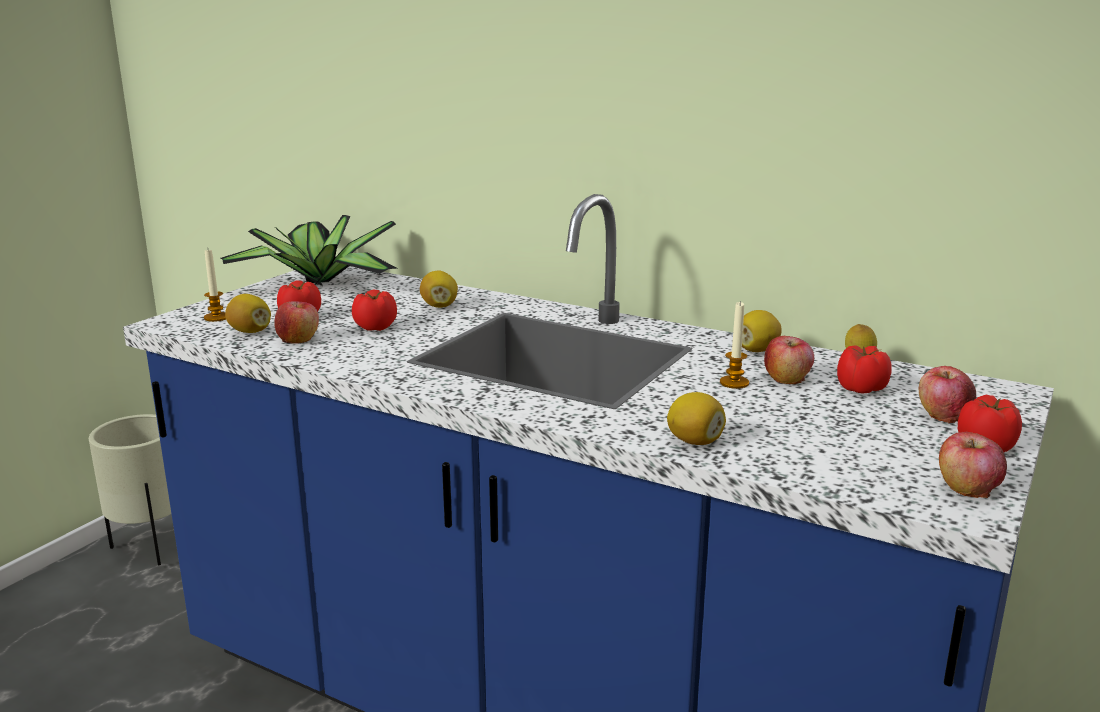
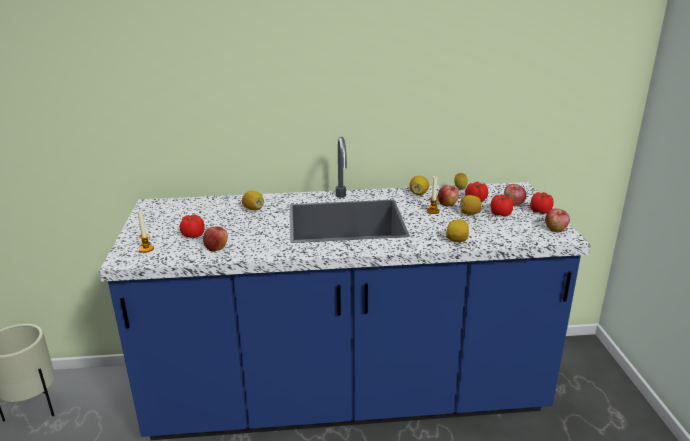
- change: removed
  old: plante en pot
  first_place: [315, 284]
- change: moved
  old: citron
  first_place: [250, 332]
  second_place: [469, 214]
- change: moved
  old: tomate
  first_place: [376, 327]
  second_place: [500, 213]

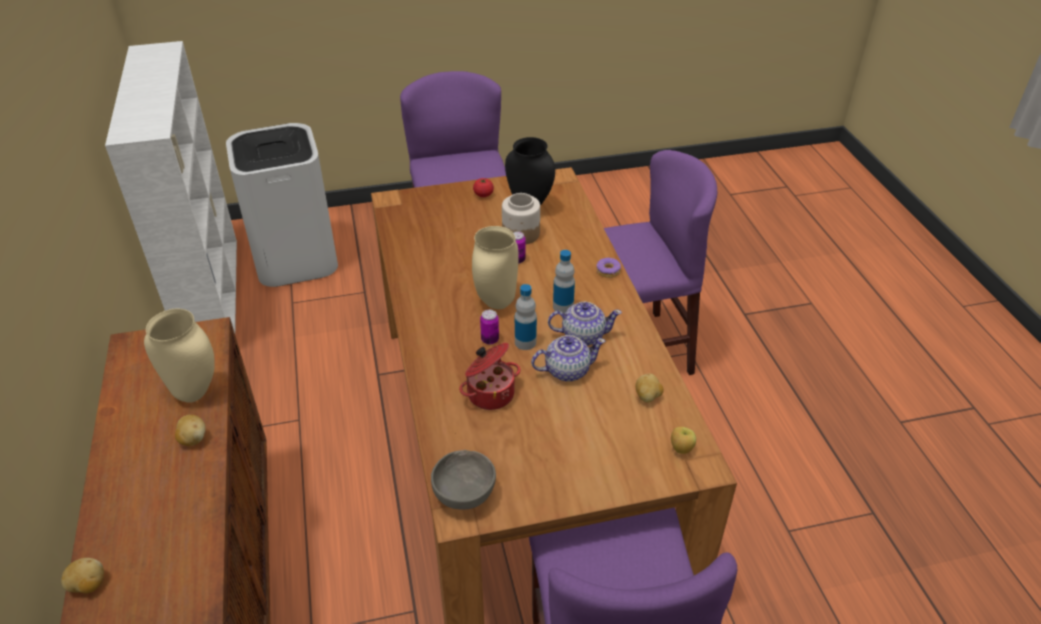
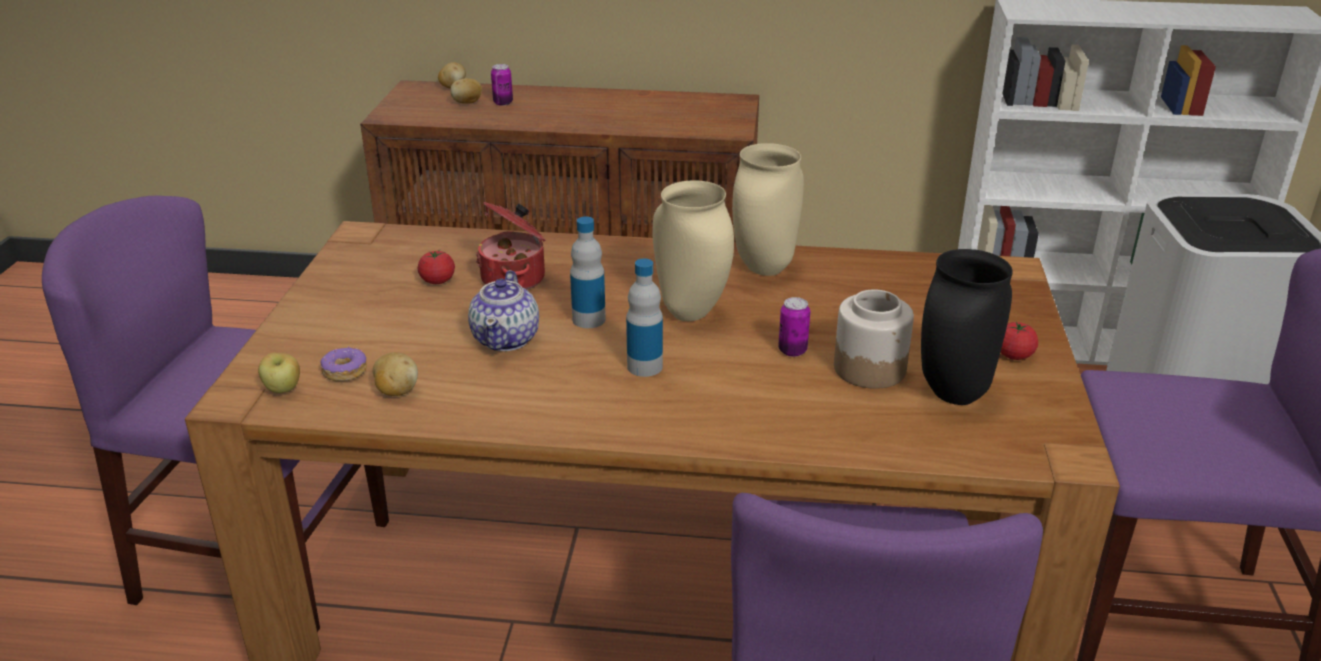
- change: removed
  old: bol (gris)
  first_place: [465, 495]
- change: removed
  old: théière
  first_place: [582, 336]
- change: added
  new: tomate
  second_place: [437, 280]
- change: moved
  old: vase (beige)
  first_place: [196, 392]
  second_place: [765, 269]
- change: moved
  old: pomme de terre
  first_place: [193, 439]
  second_place: [467, 103]
- change: moved
  old: boîte métallique
  first_place: [490, 340]
  second_place: [503, 103]
- change: moved
  old: beignet
  first_place: [608, 271]
  second_place: [344, 371]

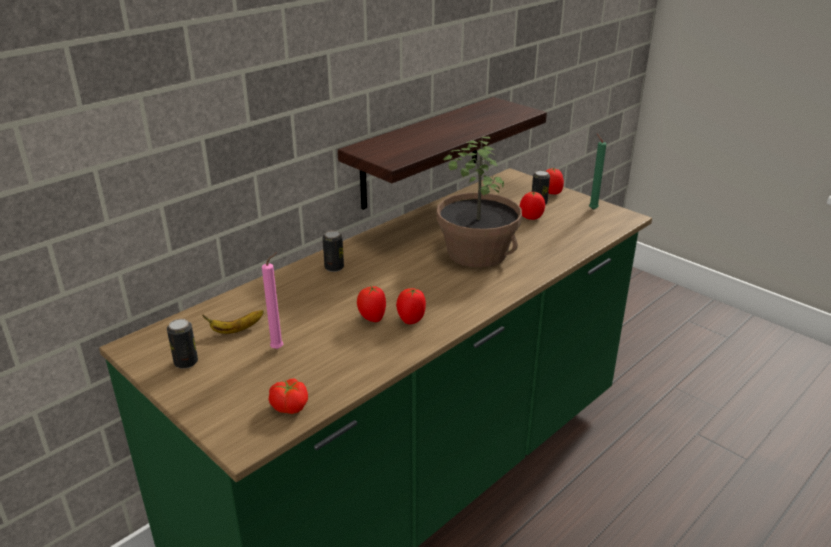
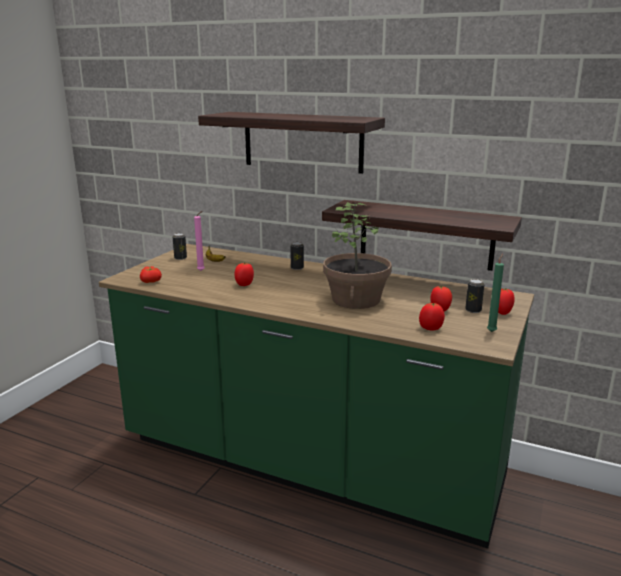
- change: added
  new: étagère
  second_place: [302, 142]
- change: moved
  old: tomate
  first_place: [411, 320]
  second_place: [431, 328]

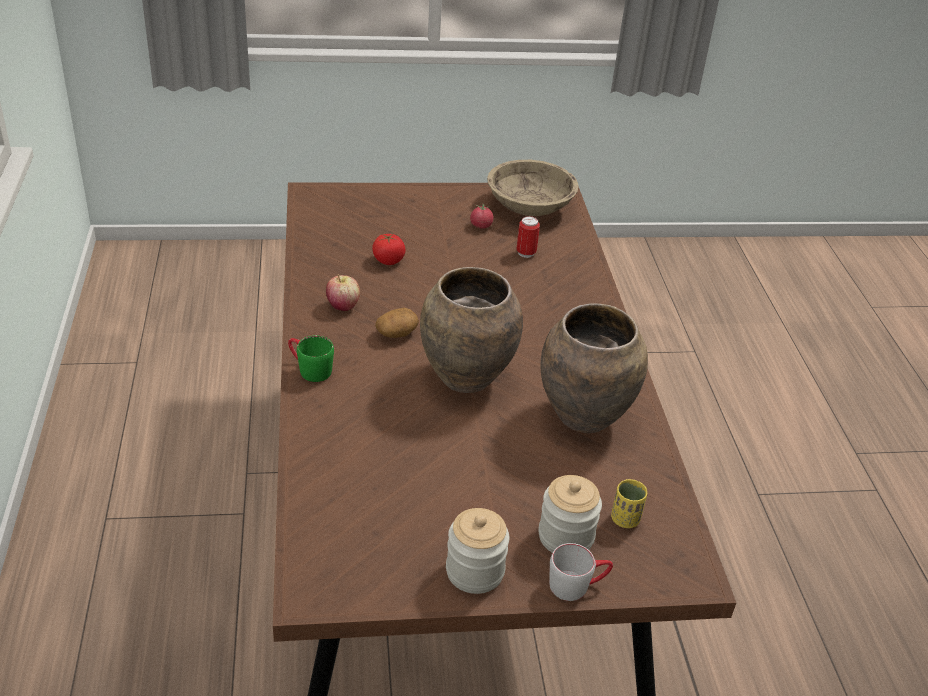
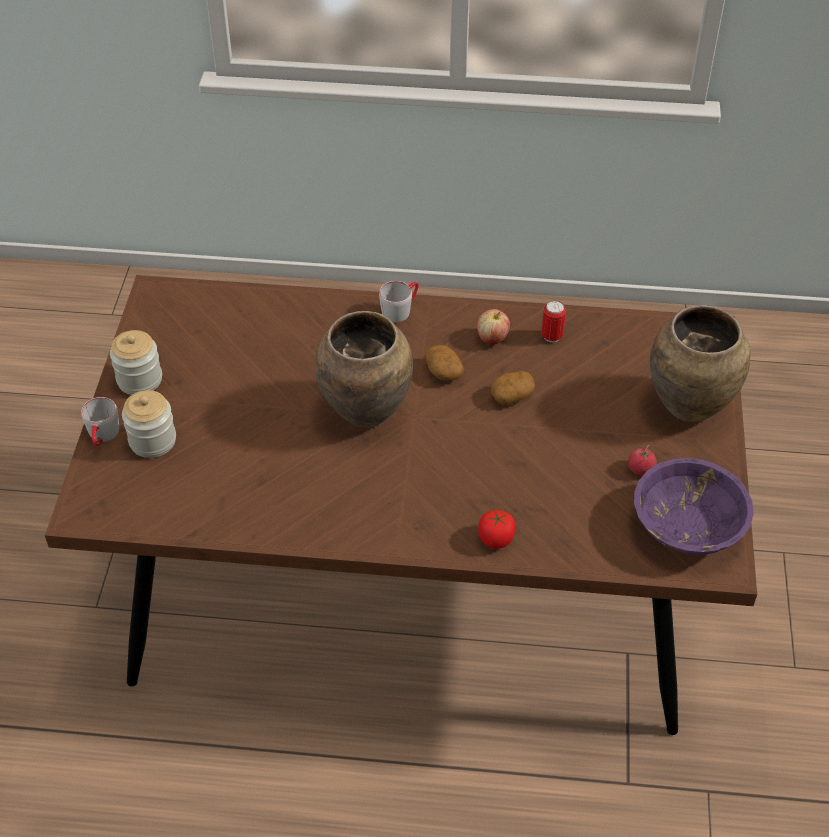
- change: removed
  old: tasse (jaune)
  first_place: [625, 519]
- change: added
  new: pomme de terre
  second_place: [512, 395]
- change: moved
  old: tomate
  first_place: [388, 260]
  second_place: [496, 538]
- change: moved
  old: boîte métallique
  first_place: [526, 253]
  second_place: [552, 336]
- change: moved
  old: vase (marron)
  first_place: [585, 417]
  second_place: [690, 406]
- change: recoloured
  old: mug (vert)
  new: mug (gris)
  first_place: [309, 369]
  second_place: [400, 309]
- change: recoloured
  old: bol (beige)
  new: bol (violet)
  first_place: [530, 207]
  second_place: [687, 526]

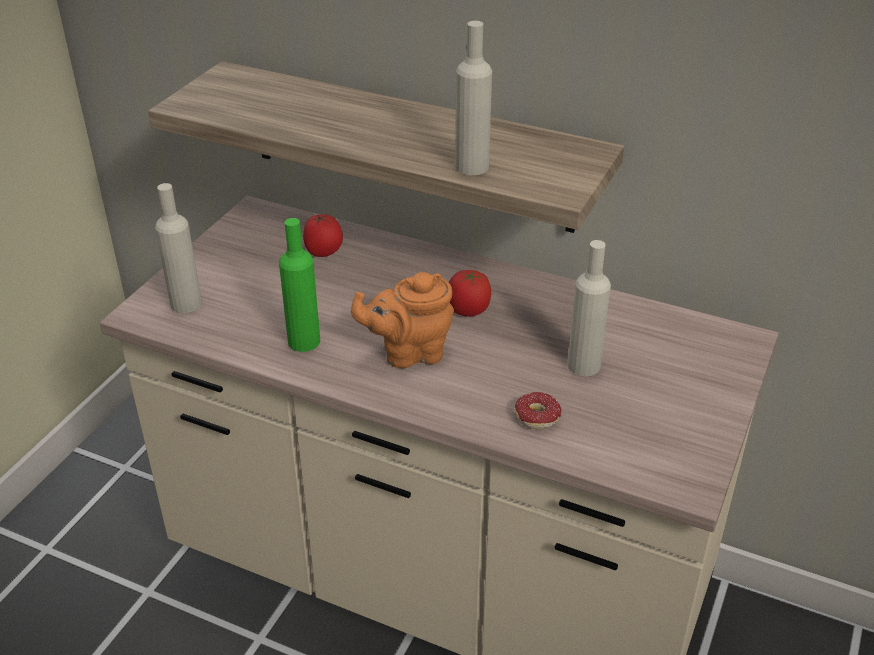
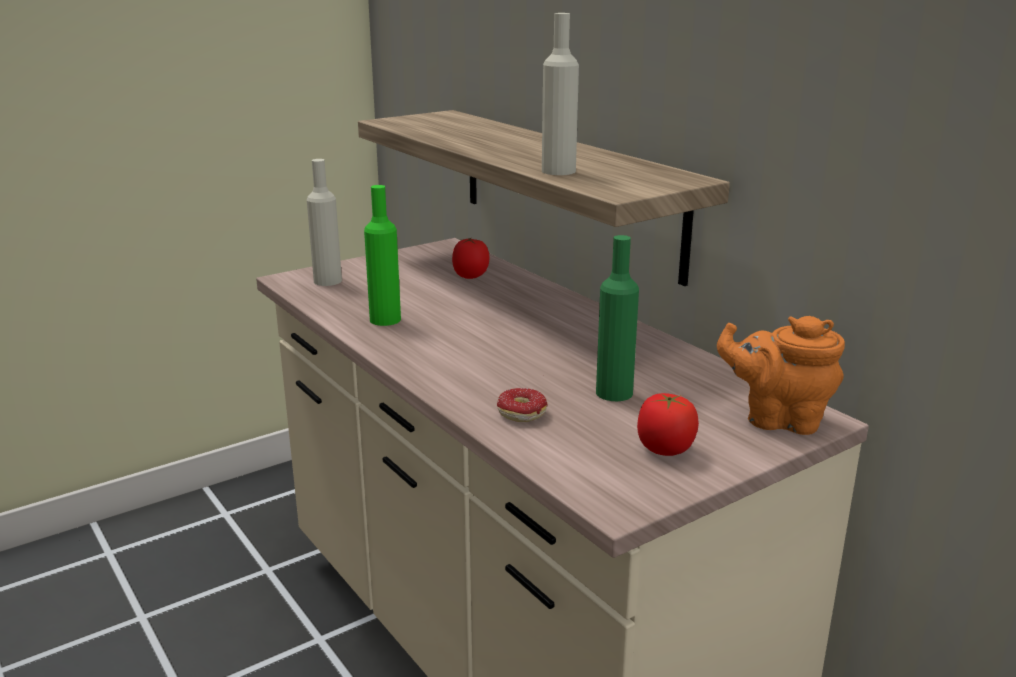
- change: moved
  old: théière (orange)
  first_place: [409, 353]
  second_place: [778, 419]
- change: moved
  old: tomate
  first_place: [468, 310]
  second_place: [665, 450]
- change: recoloured
  old: bouteille (beige)
  new: bouteille (vert)
  first_place: [584, 365]
  second_place: [614, 393]

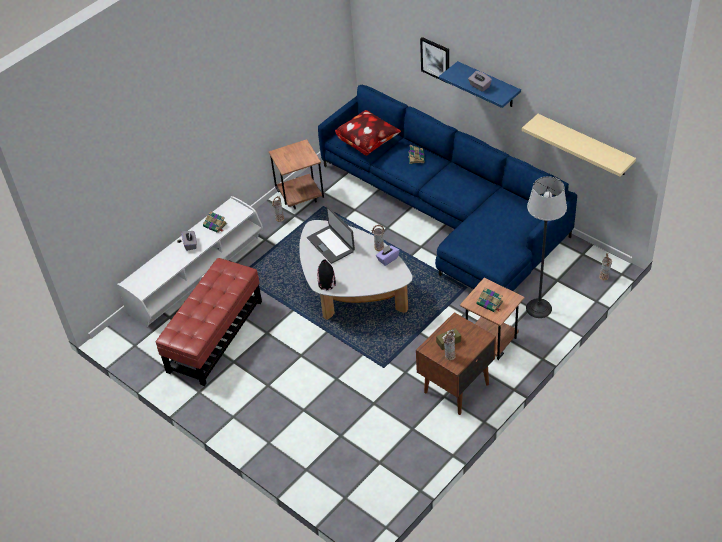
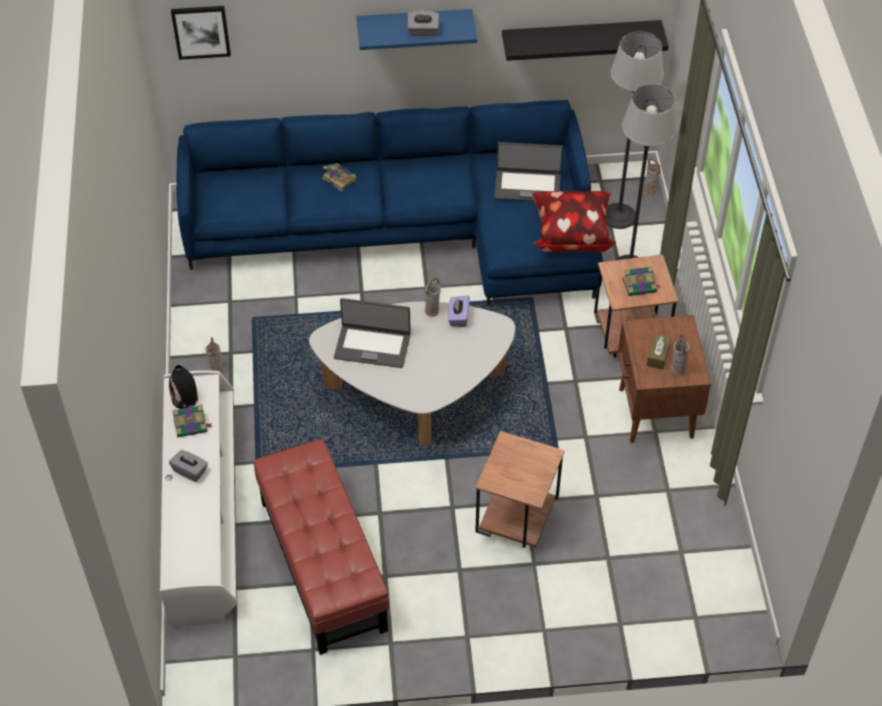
- change: added
  new: ordinateur portable
  second_place: [527, 186]
- change: added
  new: lampadaire
  second_place: [619, 216]
- change: moved
  old: table d'appoint (marron)
  first_place: [300, 198]
  second_place: [515, 522]
- change: moved
  old: vase (noir)
  first_place: [326, 284]
  second_place: [185, 399]
- change: moved
  old: coussin
  first_place: [368, 142]
  second_place: [570, 234]
- change: moved
  old: tableau
  first_place: [435, 59]
  second_place: [201, 31]
- change: recoloured
  old: étagère (beige)
  new: étagère (noir)
  first_place: [584, 145]
  second_place: [580, 39]

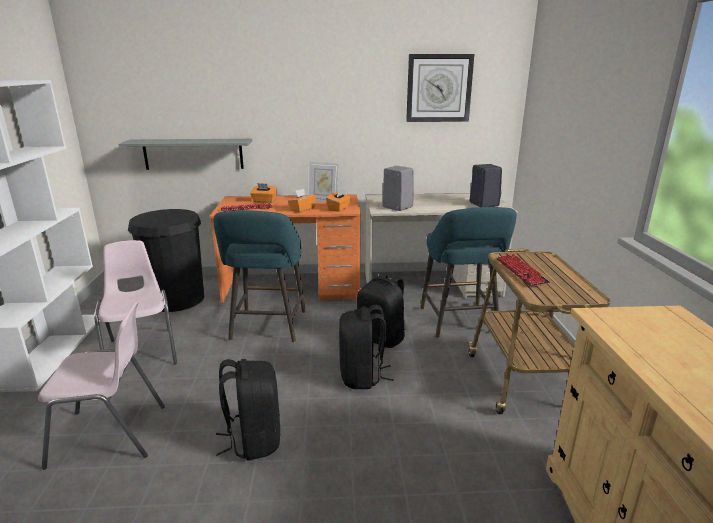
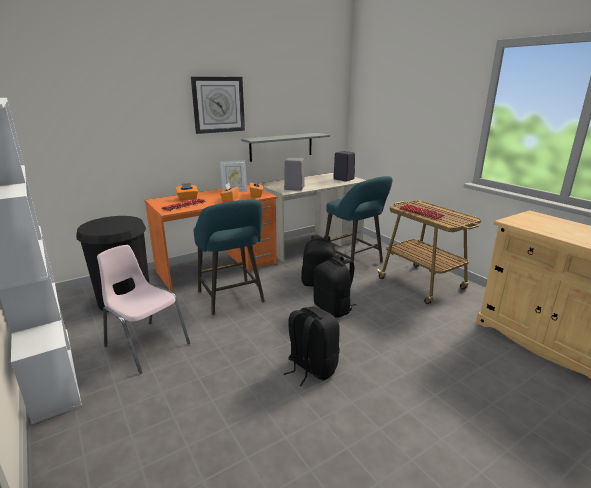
- change: removed
  old: chaise (rose)
  first_place: [110, 435]
- change: moved
  old: étagère (gris)
  first_place: [193, 154]
  second_place: [281, 146]
- change: moved
  old: horloge murale
  first_place: [439, 88]
  second_place: [218, 104]

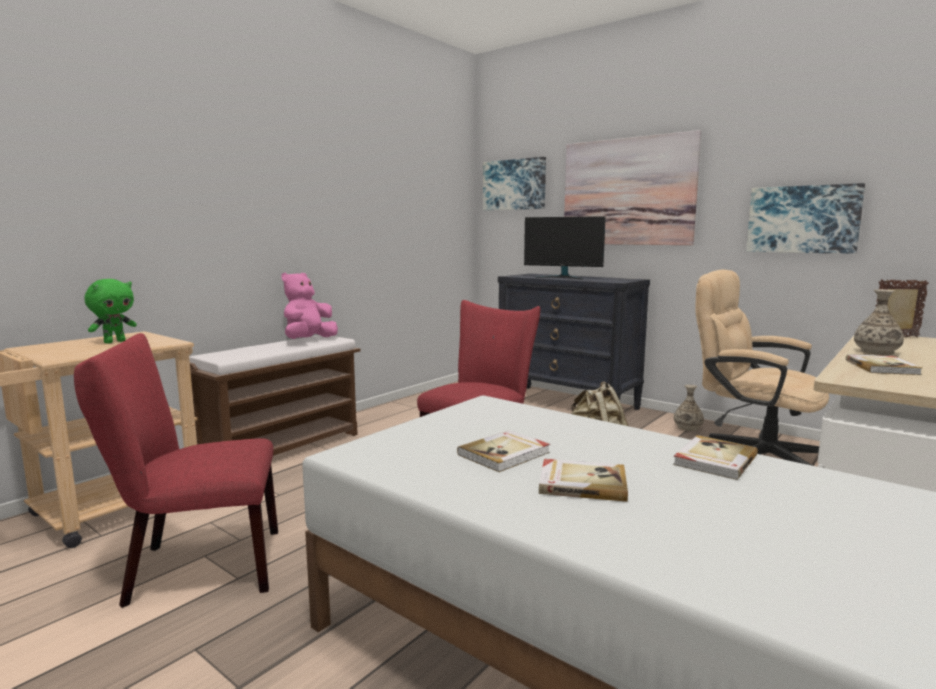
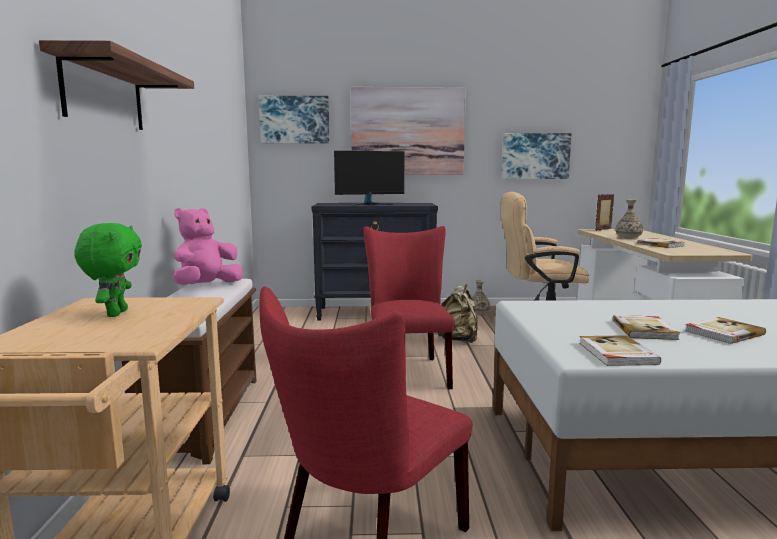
- change: added
  new: étagère
  second_place: [104, 94]
- change: moved
  old: livre
  first_place: [714, 460]
  second_place: [616, 353]
- change: turned
  old: peluche (rose)
  first_place: [308, 340]
  second_place: [207, 286]
  degrees: 45

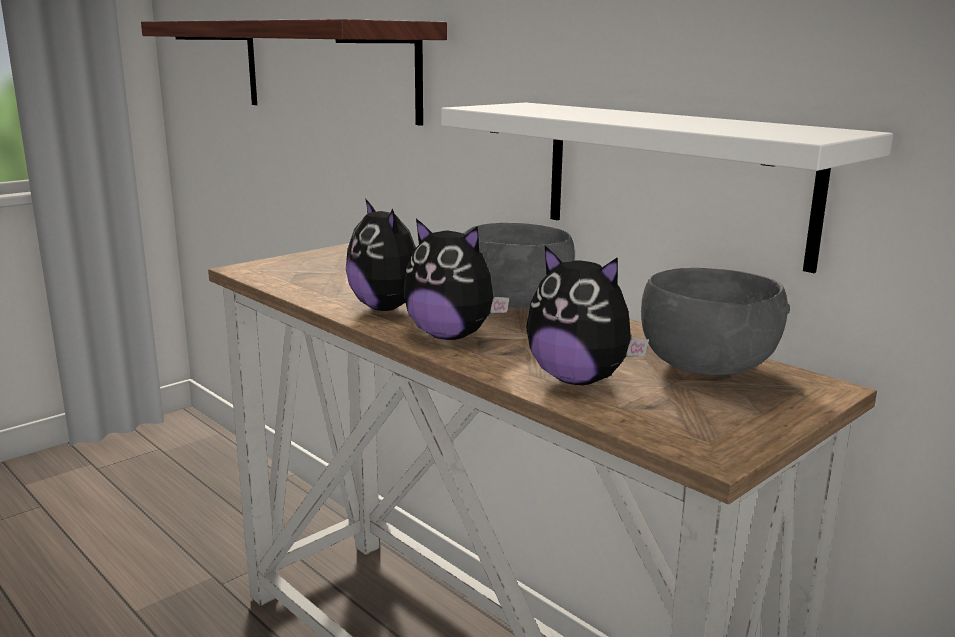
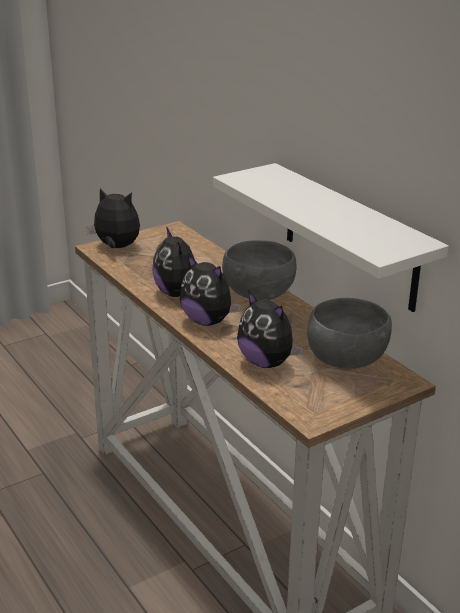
- change: removed
  old: étagère
  first_place: [326, 69]
- change: added
  new: peluche
  second_place: [116, 247]

